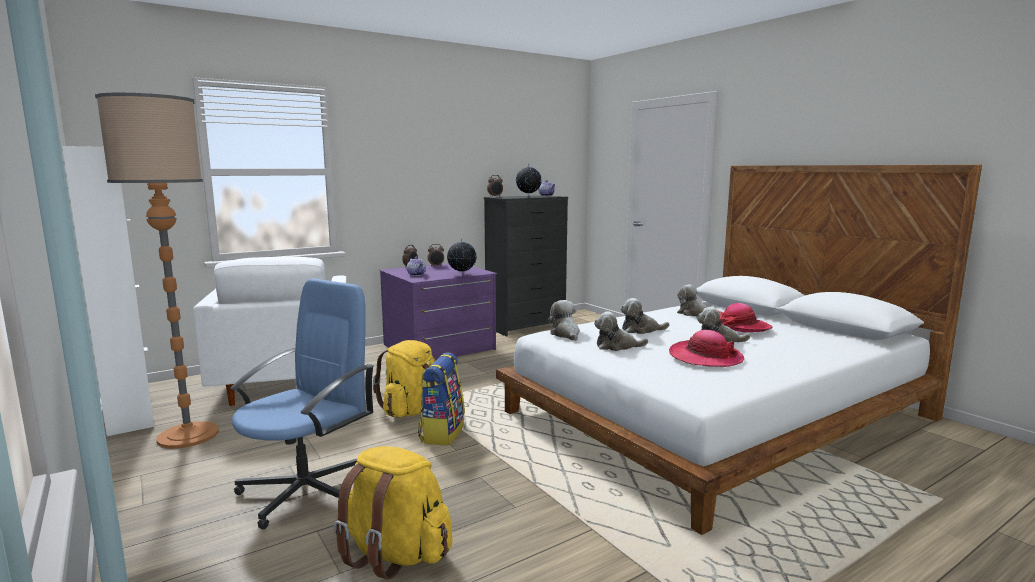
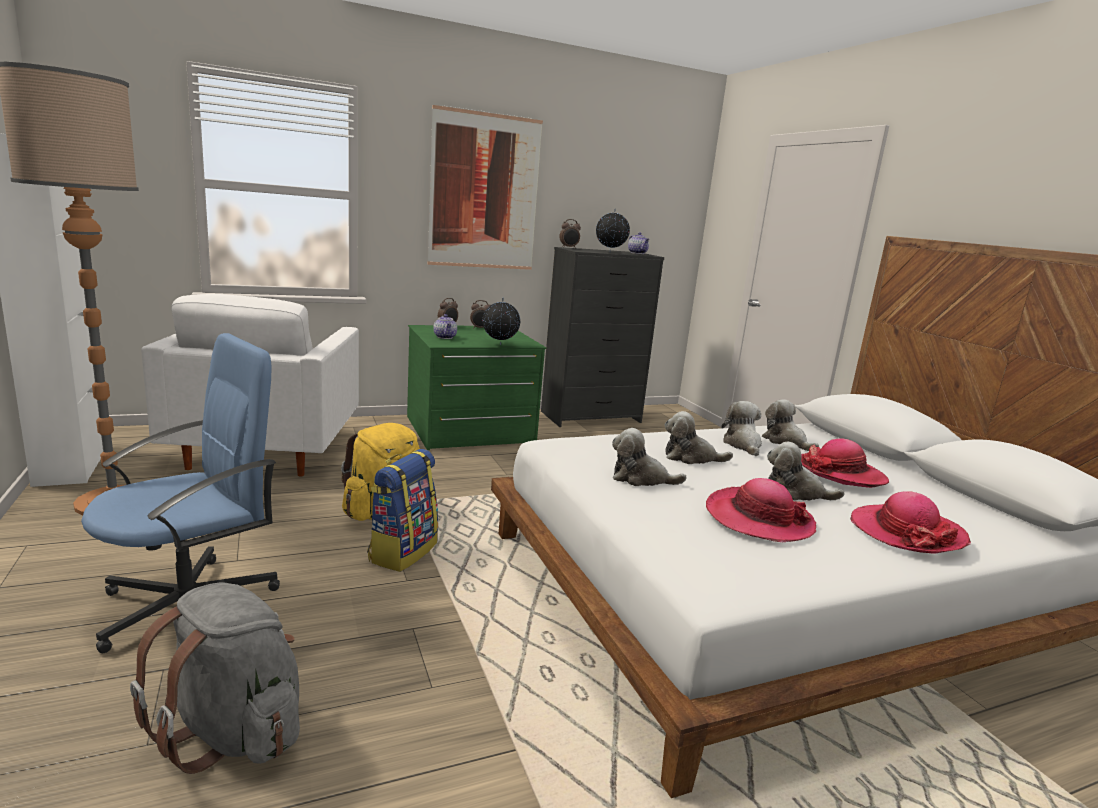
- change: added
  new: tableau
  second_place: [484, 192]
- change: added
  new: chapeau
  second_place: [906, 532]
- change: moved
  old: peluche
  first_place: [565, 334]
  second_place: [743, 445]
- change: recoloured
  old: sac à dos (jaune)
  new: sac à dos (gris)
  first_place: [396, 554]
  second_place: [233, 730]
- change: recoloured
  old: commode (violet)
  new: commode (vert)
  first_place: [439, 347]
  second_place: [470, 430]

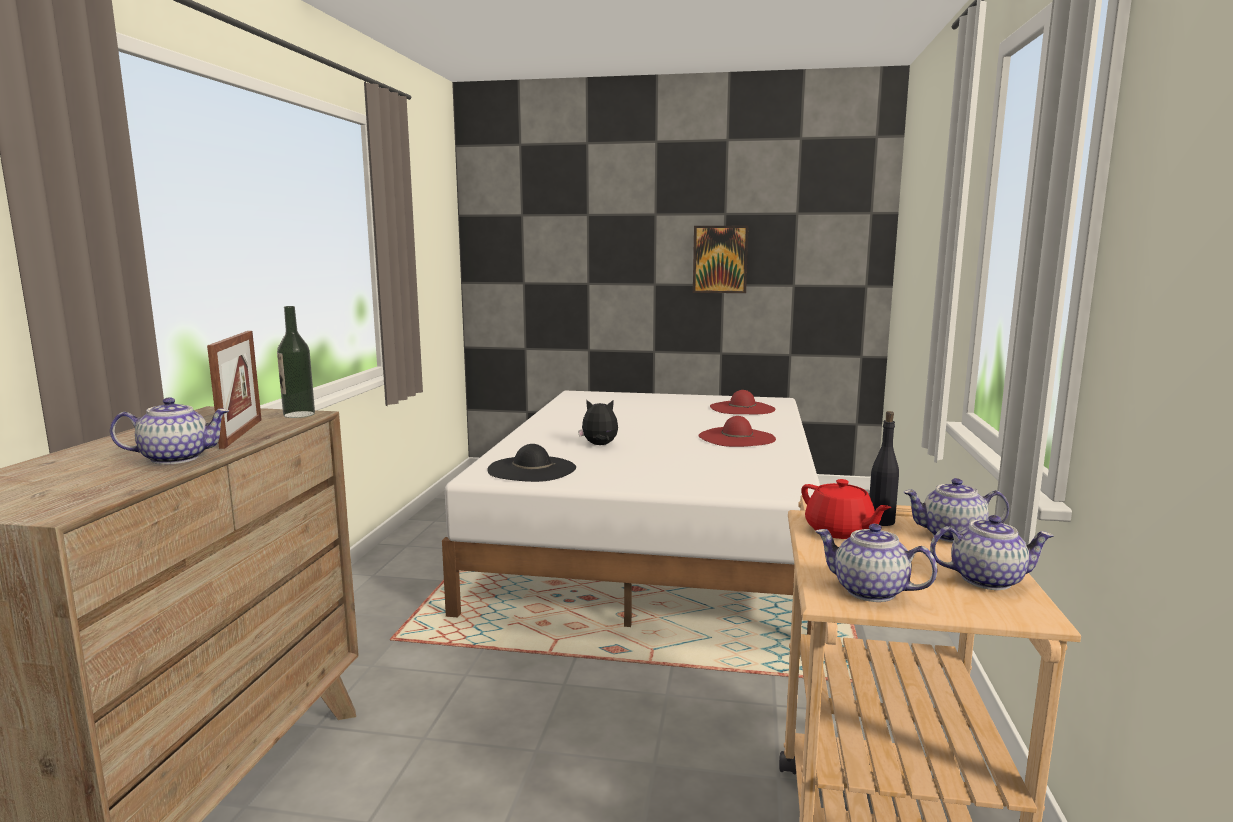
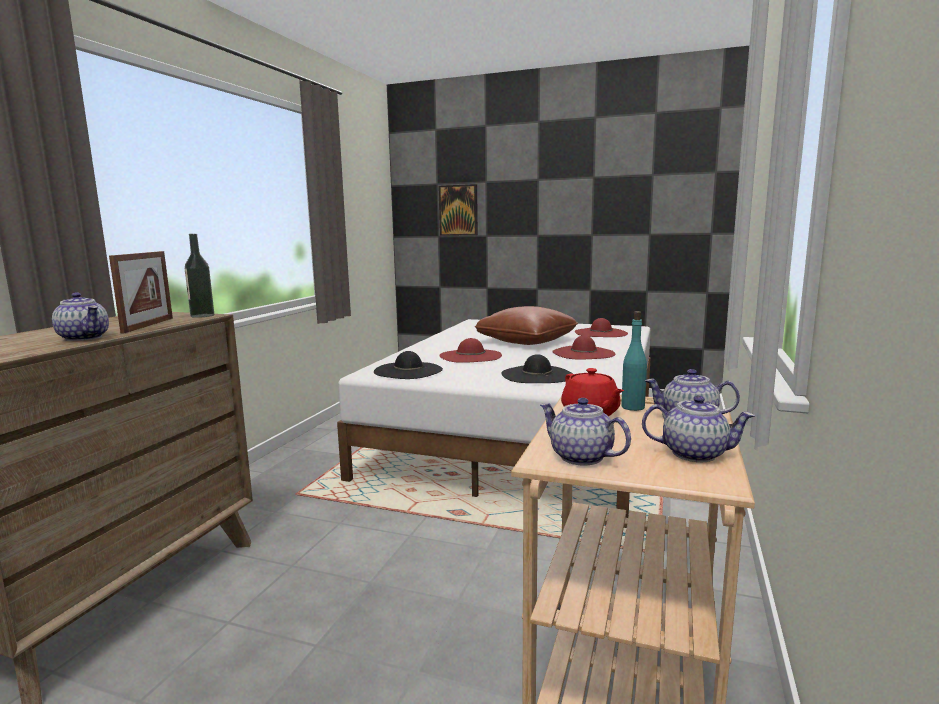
- change: added
  new: coussin (marron)
  second_place: [526, 341]
- change: added
  new: chapeau (noir)
  second_place: [537, 375]
- change: moved
  old: tableau
  first_place: [720, 259]
  second_place: [458, 210]
- change: replaced
  old: peluche
  new: chapeau (rouge)
  first_place: [599, 445]
  second_place: [470, 356]
- change: recoloured
  old: bouteille (noir)
  new: bouteille (turquoise)
  first_place: [881, 521]
  second_place: [633, 407]
- change: turned
  old: théière
  first_place: [176, 458]
  second_place: [85, 338]
  degrees: 45

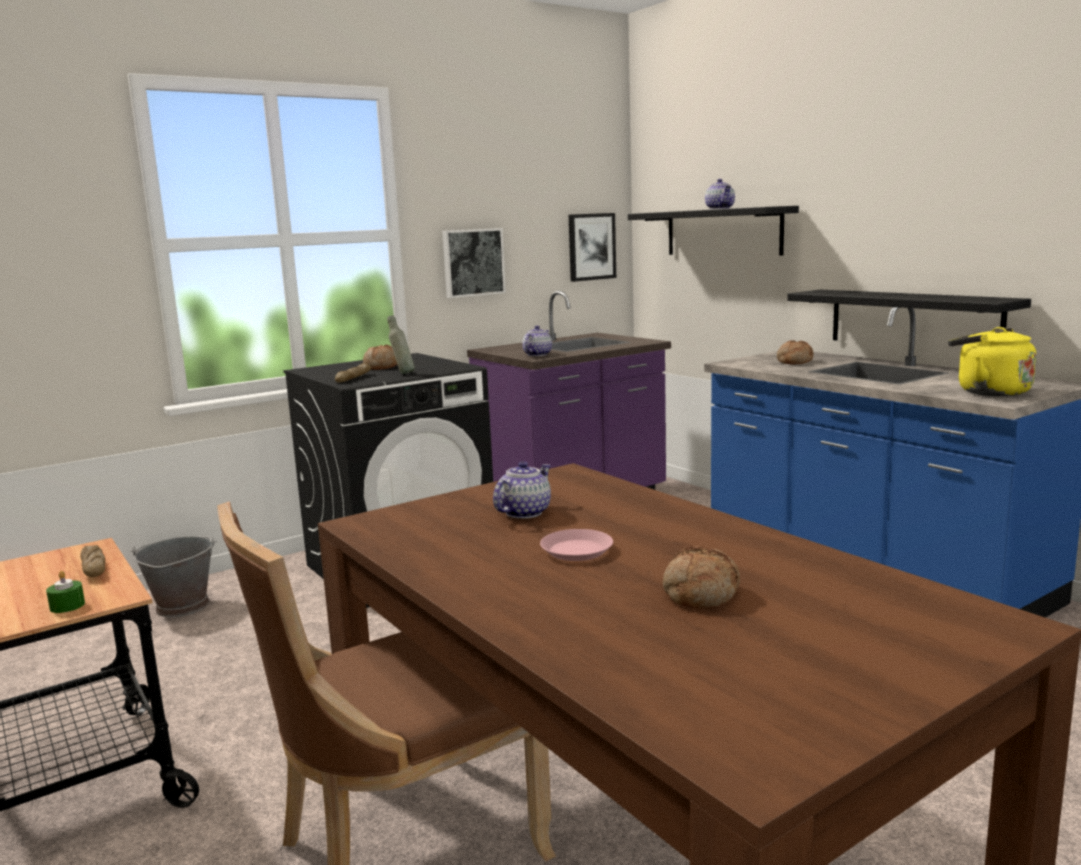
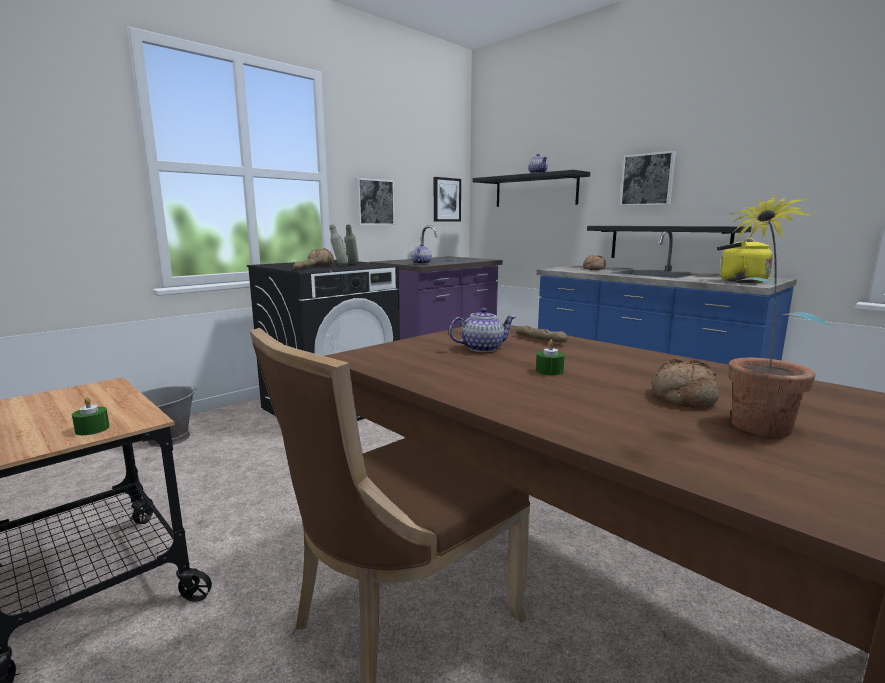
- change: added
  new: bouteille (gris)
  second_place: [352, 264]
- change: added
  new: tableau
  second_place: [648, 179]
- change: added
  new: plante en pot
  second_place: [751, 429]
- change: moved
  old: pain
  first_place: [94, 568]
  second_place: [540, 340]
- change: replaced
  old: assiette (rose)
  new: bougie (vert)
  first_place: [576, 550]
  second_place: [549, 371]
- change: turned
  old: théière
  first_place: [524, 512]
  second_place: [482, 348]
  degrees: 45

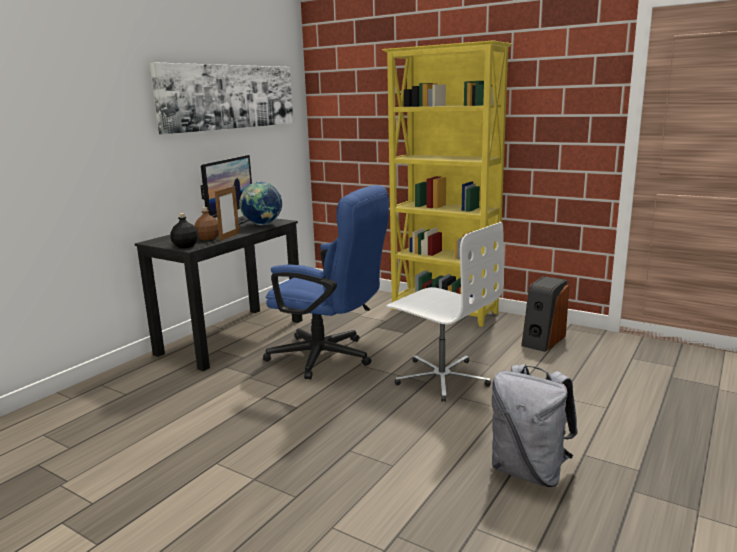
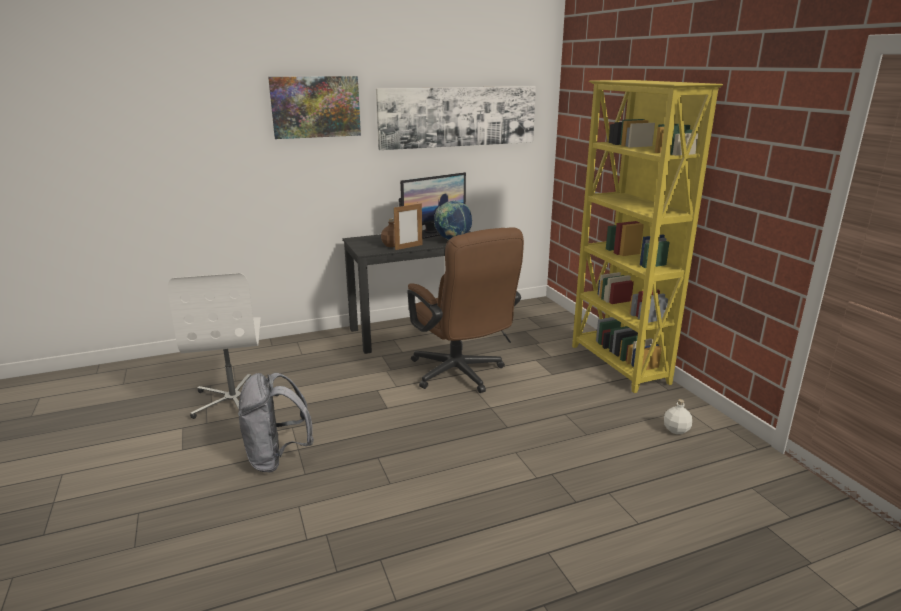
- change: removed
  old: bouteille (noir)
  first_place: [185, 246]
- change: added
  new: tableau
  second_place: [315, 107]
- change: moved
  old: chaise de bureau (blanc)
  first_place: [442, 378]
  second_place: [234, 400]
- change: moved
  old: sac à dos (gris)
  first_place: [529, 471]
  second_place: [277, 458]
- change: replaced
  old: enceinte
  new: bouteille (blanc)
  first_place: [542, 340]
  second_place: [676, 430]
- change: recoloured
  old: chaise de bureau (bleu)
  new: chaise de bureau (marron)
  first_place: [329, 358]
  second_place: [461, 375]

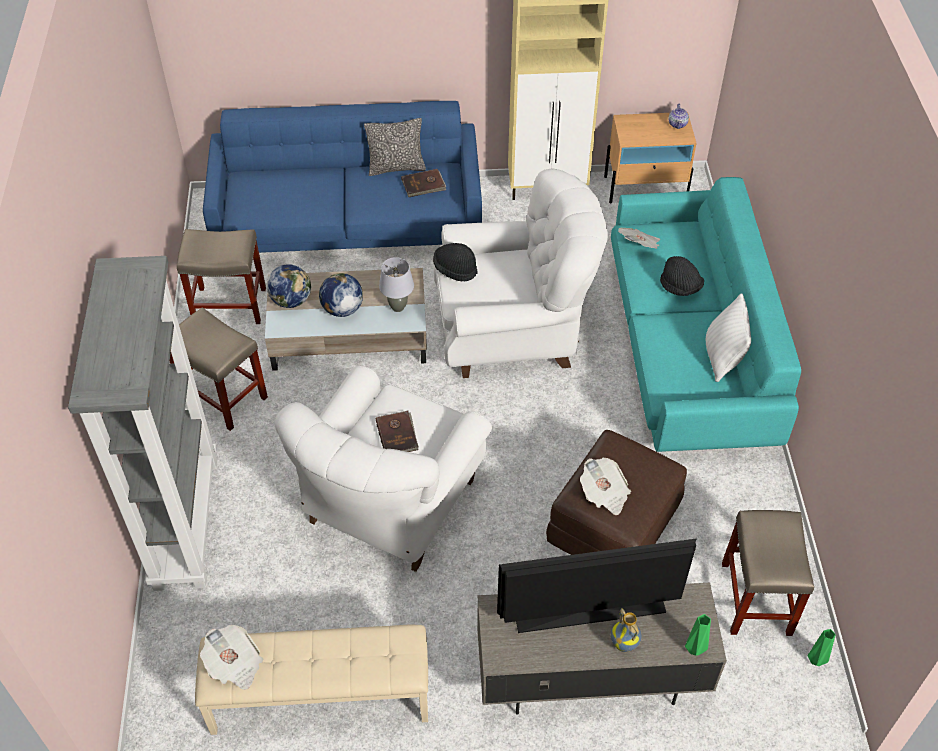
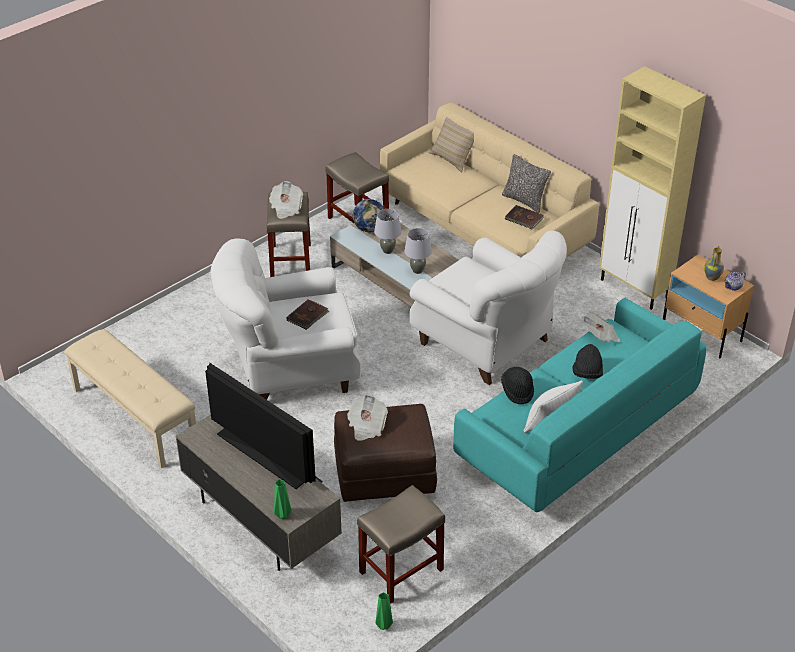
- change: removed
  old: bibliothèque (gris)
  first_place: [185, 521]
- change: added
  new: coussin (beige)
  second_place: [453, 158]
- change: moved
  old: journal
  first_place: [234, 665]
  second_place: [286, 208]
- change: moved
  old: chapeau (noir)
  first_place: [455, 269]
  second_place: [517, 391]
- change: moved
  old: vase
  first_place: [625, 644]
  second_place: [712, 278]
- change: replaced
  old: globe
  new: lampe de table (gris)
  first_place: [342, 309]
  second_place: [387, 251]
- change: recoloured
  old: canapé (bleu)
  new: canapé (beige)
  first_place: [349, 223]
  second_place: [483, 227]

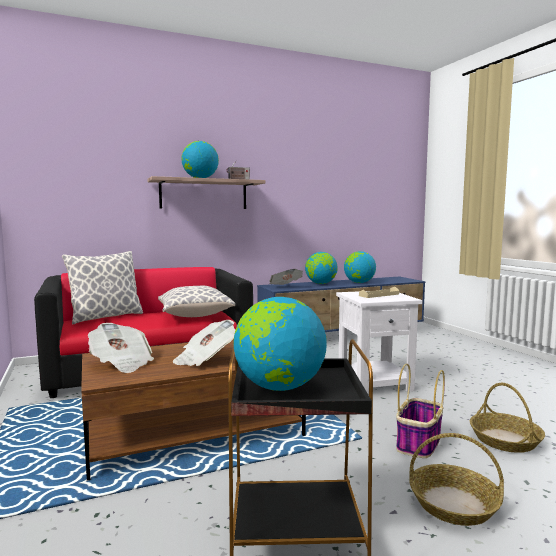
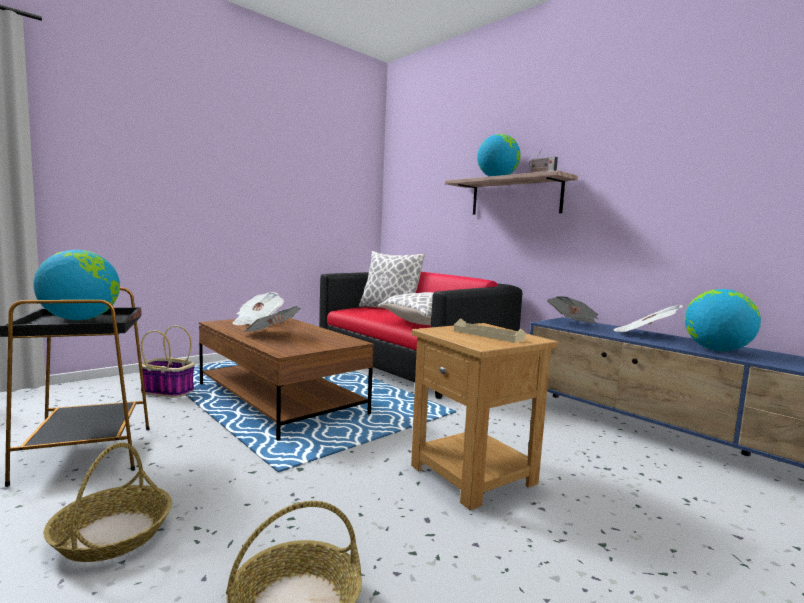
- change: moved
  old: panier
  first_place: [418, 444]
  second_place: [166, 391]
- change: replaced
  old: globe
  new: journal
  first_place: [320, 283]
  second_place: [644, 334]
- change: recoloured
  old: table d'appoint (blanc)
  new: table d'appoint (marron)
  first_place: [375, 383]
  second_place: [474, 475]

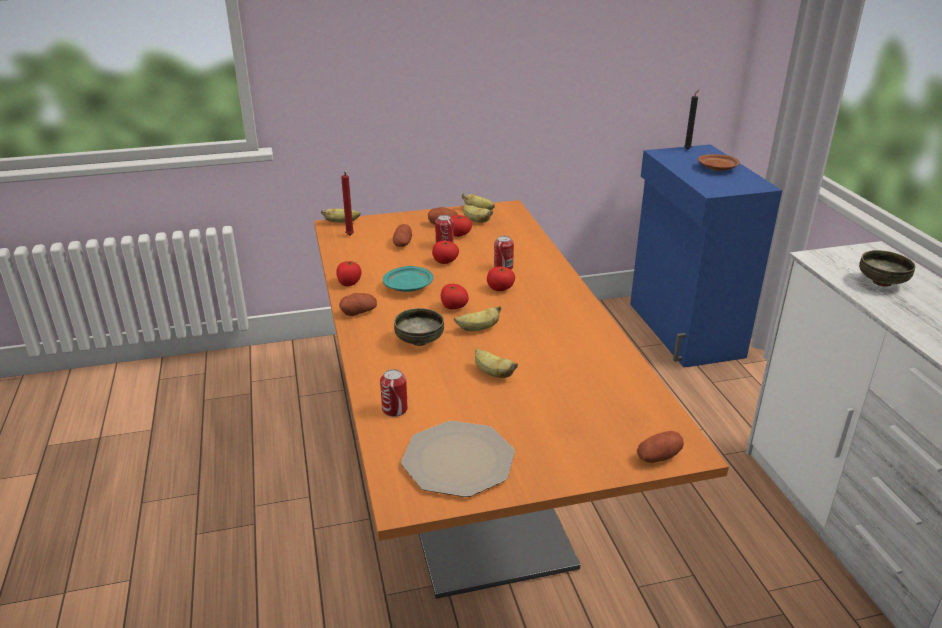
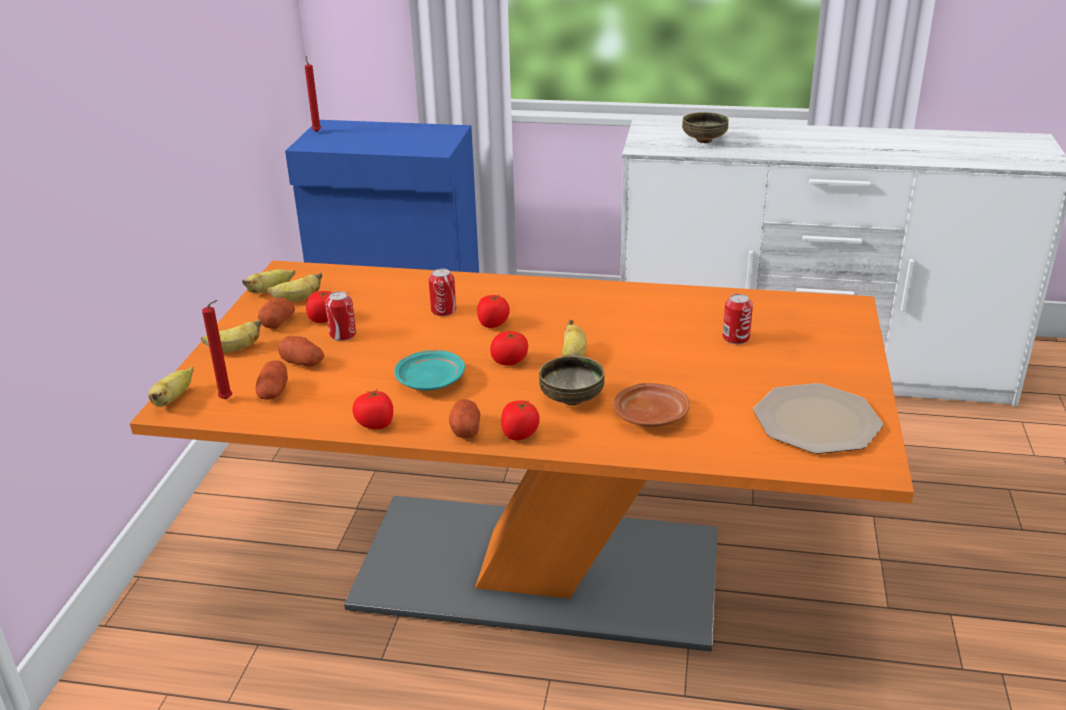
- change: moved
  old: boîte métallique
  first_place: [394, 409]
  second_place: [736, 338]
- change: moved
  old: tomate
  first_place: [445, 261]
  second_place: [519, 434]
- change: moved
  old: banane
  first_place: [492, 373]
  second_place: [235, 349]
- change: moved
  old: pomme de terre
  first_place: [658, 457]
  second_place: [273, 392]
- change: moved
  old: assiette (marron)
  first_place: [718, 168]
  second_place: [651, 416]
- change: recoloured
  old: bougie (noir)
  new: bougie (rouge)
  first_place: [688, 149]
  second_place: [316, 131]

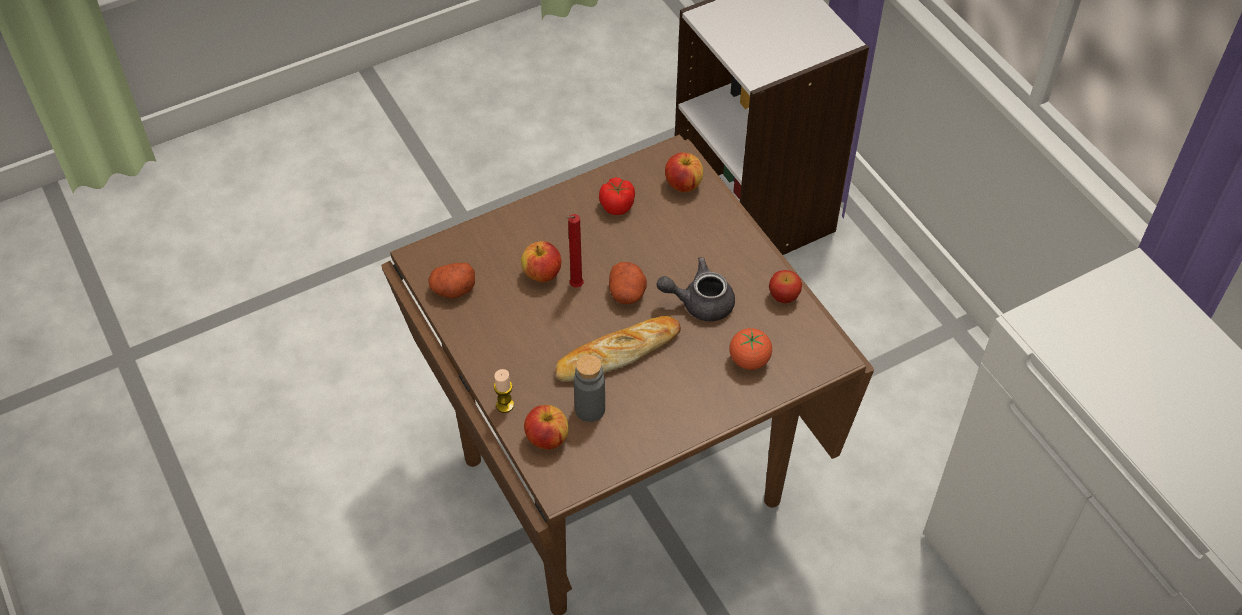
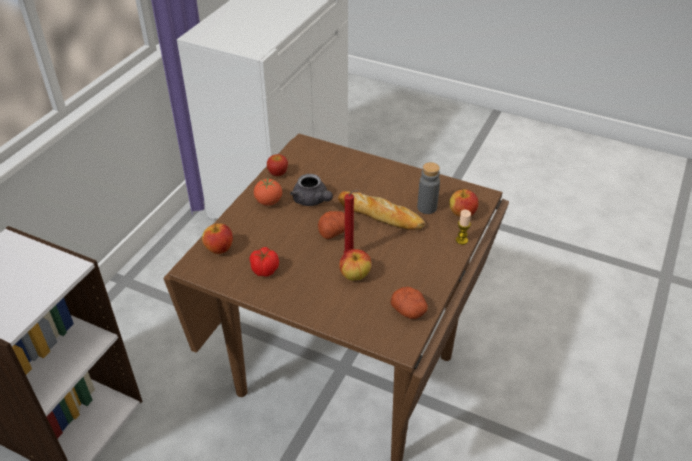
- change: moved
  old: tomate
  first_place: [749, 360]
  second_place: [268, 202]

